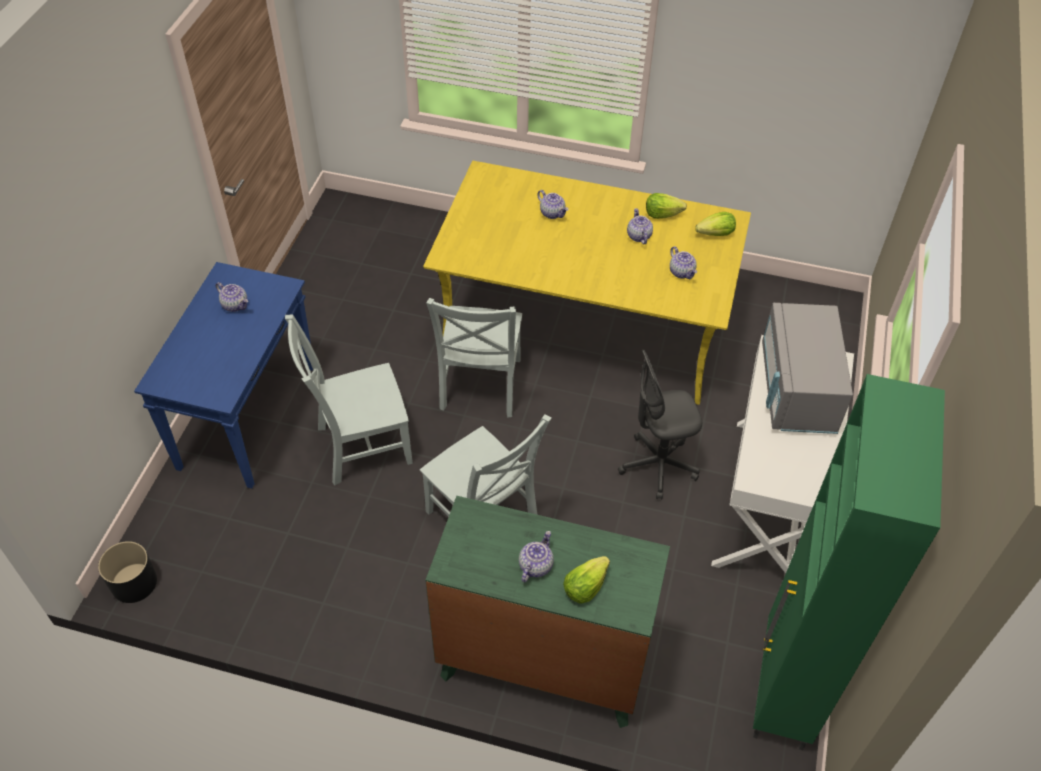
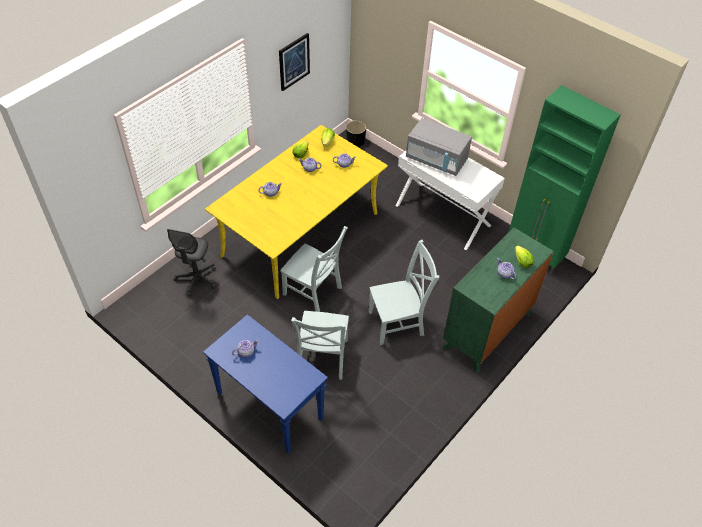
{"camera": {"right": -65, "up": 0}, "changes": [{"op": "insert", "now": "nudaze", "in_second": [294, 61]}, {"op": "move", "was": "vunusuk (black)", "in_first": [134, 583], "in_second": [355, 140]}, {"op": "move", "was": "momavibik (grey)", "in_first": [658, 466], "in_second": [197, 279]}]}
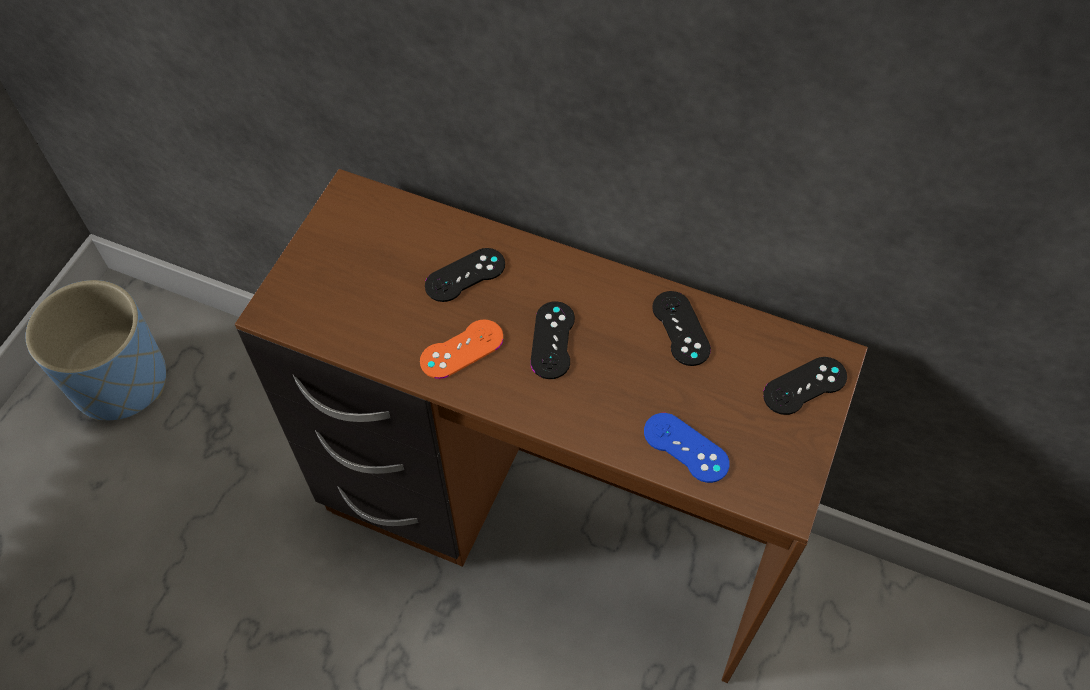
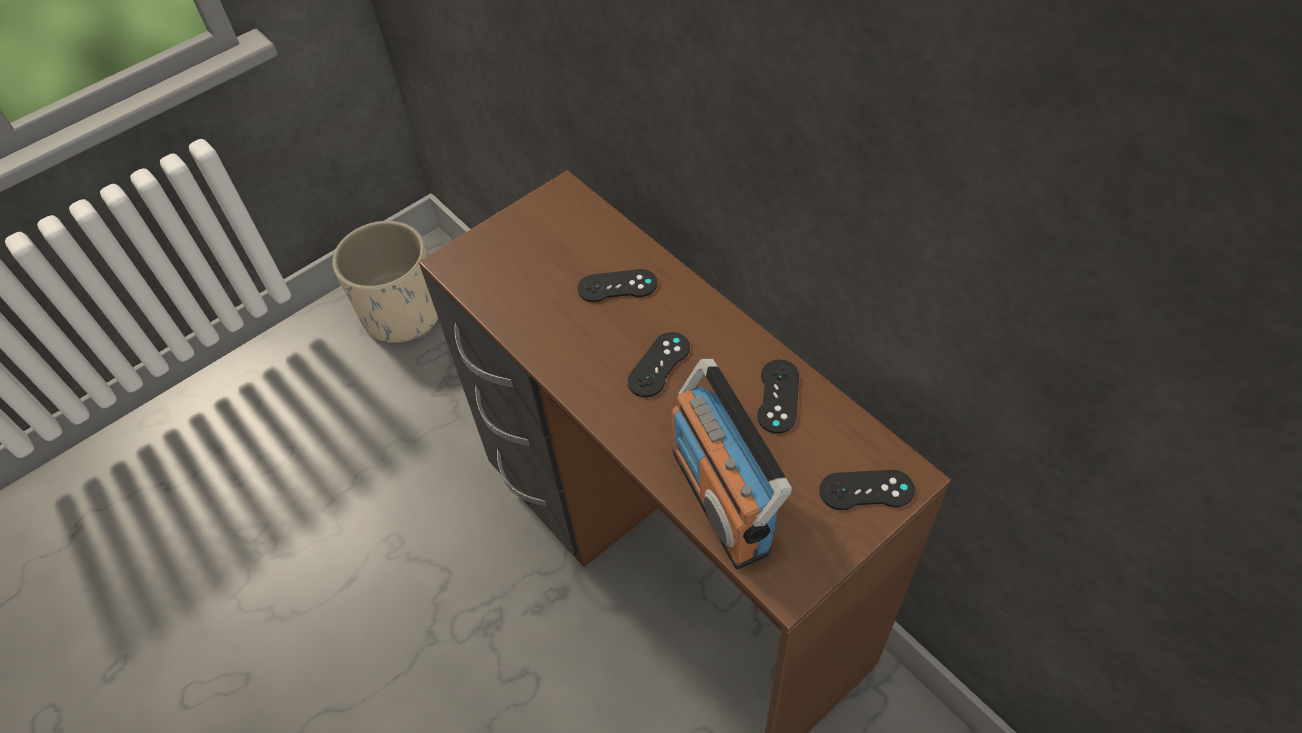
{"camera": {"right": 30, "up": -5}, "changes": [{"op": "delete", "was": "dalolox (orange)", "in_first": [462, 349]}, {"op": "replace", "was": "dalolox (blue)", "now": "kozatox", "in_first": [686, 448], "in_second": [722, 499]}, {"op": "recolor", "was": "vunusuk (blue)", "now": "vunusuk (beige)", "in_first": [120, 382], "in_second": [402, 314]}]}
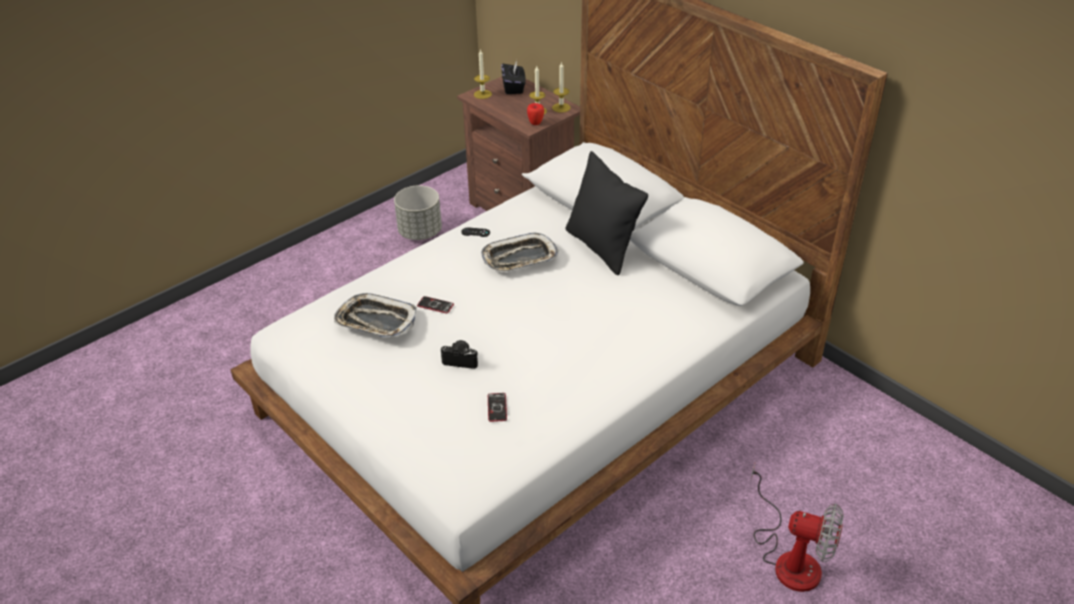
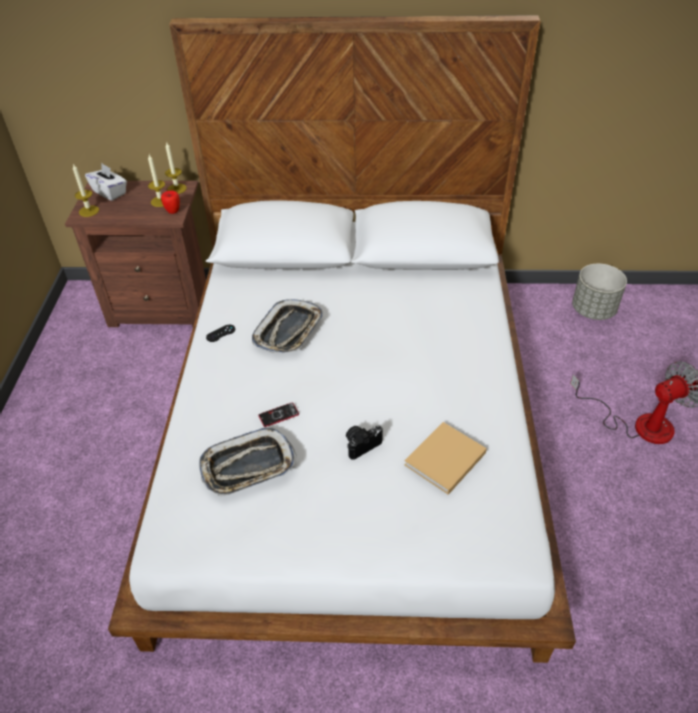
{"camera": {"right": -45, "up": 5}, "changes": [{"op": "delete", "was": "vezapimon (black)", "in_first": [602, 248]}, {"op": "move", "was": "vunusuk (grey)", "in_first": [420, 232], "in_second": [593, 310]}, {"op": "replace", "was": "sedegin", "now": "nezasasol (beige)", "in_first": [497, 407], "in_second": [443, 460]}, {"op": "recolor", "was": "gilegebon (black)", "now": "gilegebon (white)", "in_first": [513, 87], "in_second": [110, 192]}]}
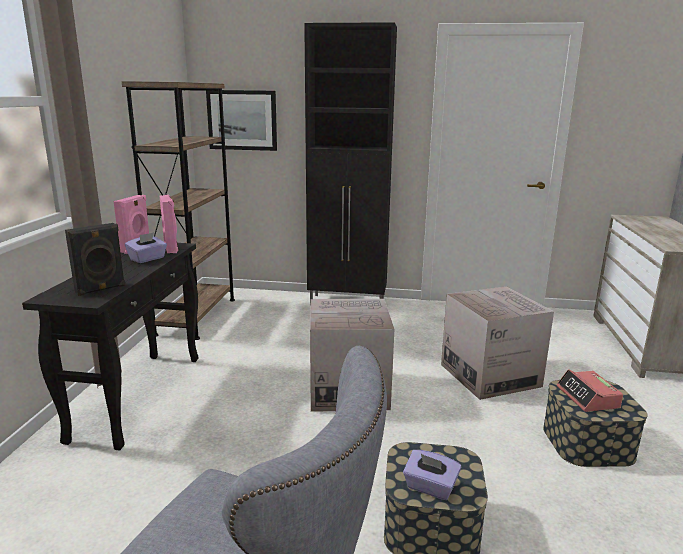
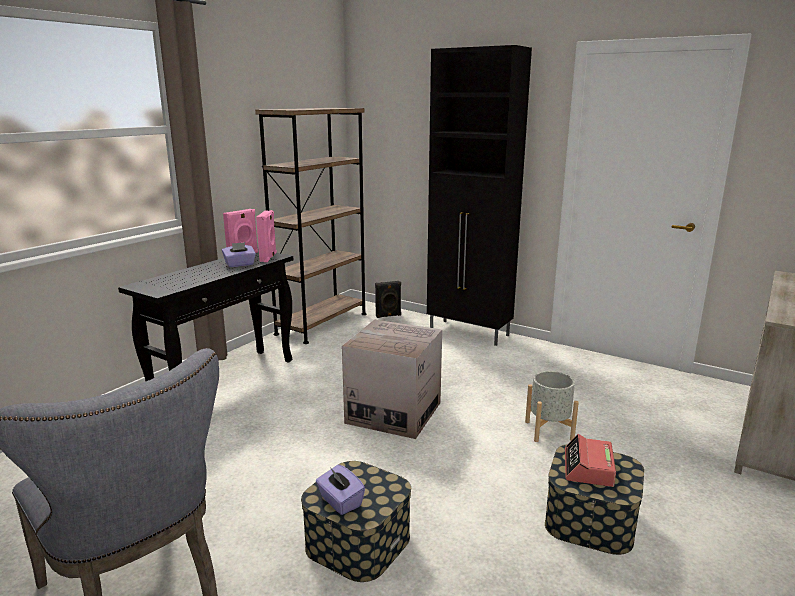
{"camera": {"right": 25, "up": 0}, "changes": [{"op": "delete", "was": "nudaze", "in_first": [242, 120]}, {"op": "move", "was": "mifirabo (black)", "in_first": [101, 289], "in_second": [388, 316]}, {"op": "replace", "was": "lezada", "now": "vunusuk (grey)", "in_first": [490, 375], "in_second": [549, 430]}]}
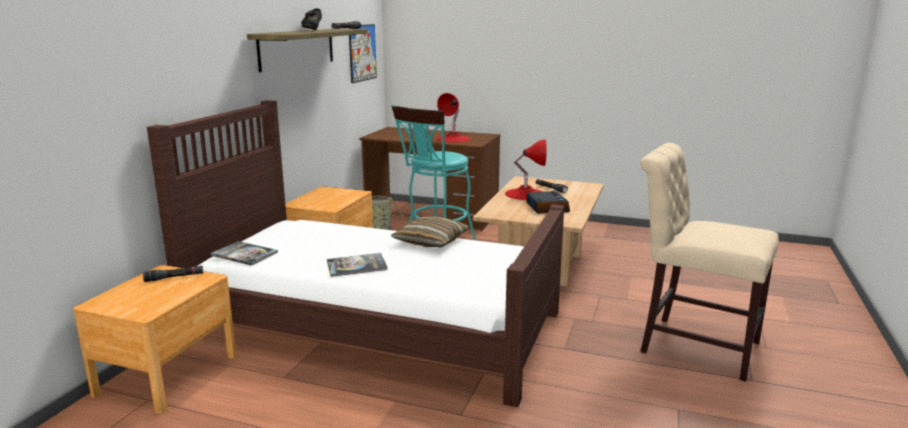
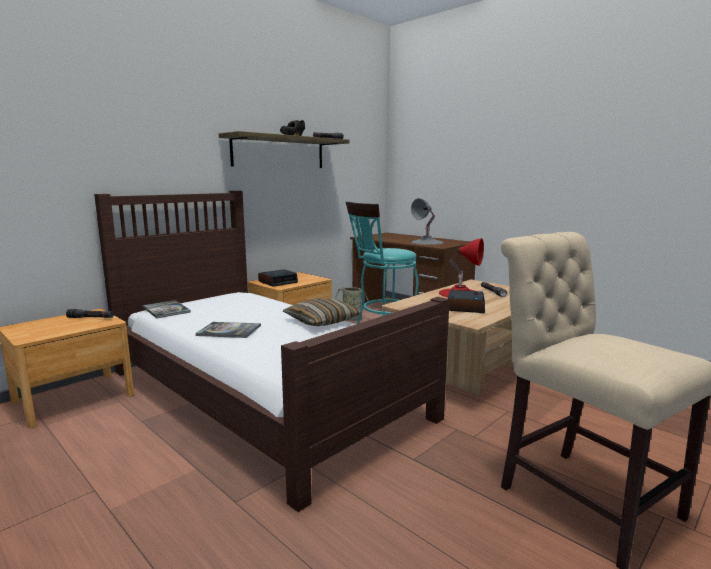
{"camera": {"right": 25, "up": -5}, "changes": [{"op": "delete", "was": "nudaze", "in_first": [362, 53]}, {"op": "insert", "now": "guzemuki", "in_second": [278, 282]}, {"op": "recolor", "was": "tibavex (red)", "now": "tibavex (grey)", "in_first": [453, 139], "in_second": [427, 242]}]}
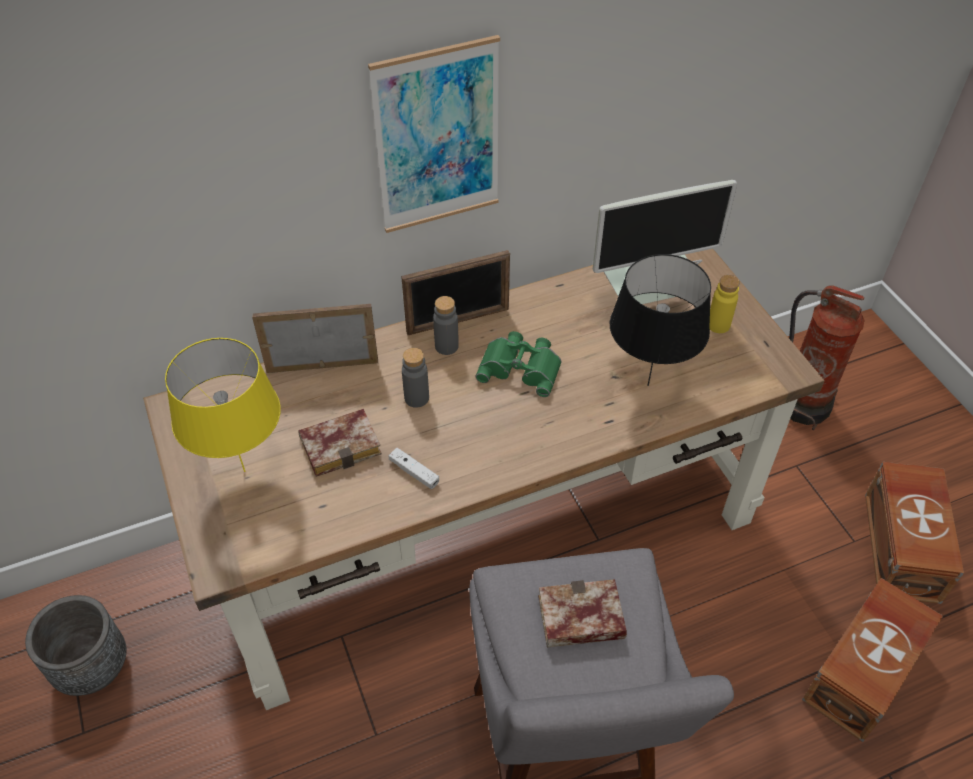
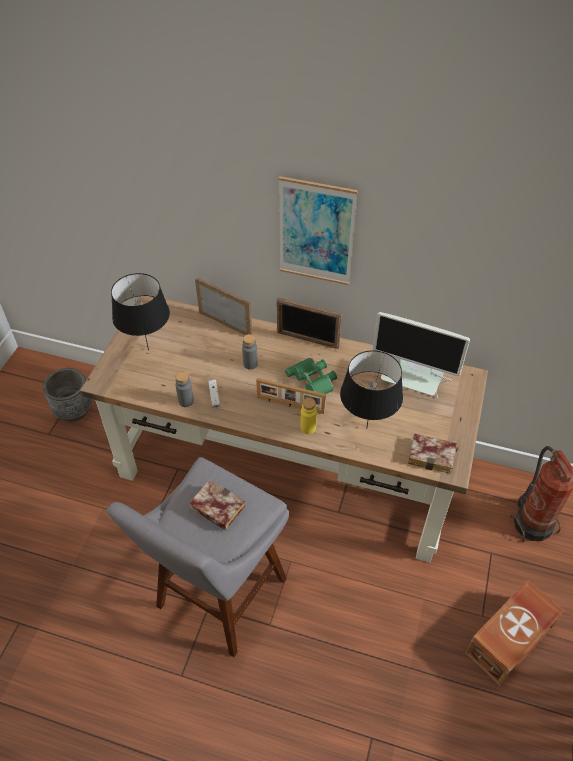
{"camera": {"right": 40, "up": 0}, "changes": [{"op": "delete", "was": "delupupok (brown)", "in_first": [865, 672]}, {"op": "insert", "now": "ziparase", "in_second": [290, 405]}, {"op": "move", "was": "nezasasol", "in_first": [343, 444], "in_second": [433, 455]}, {"op": "move", "was": "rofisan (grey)", "in_first": [446, 346], "in_second": [186, 401]}, {"op": "move", "was": "rofisan (yellow)", "in_first": [718, 325], "in_second": [308, 428]}, {"op": "recolor", "was": "tibavex (yellow)", "now": "tibavex (black)", "in_first": [243, 471], "in_second": [147, 350]}]}
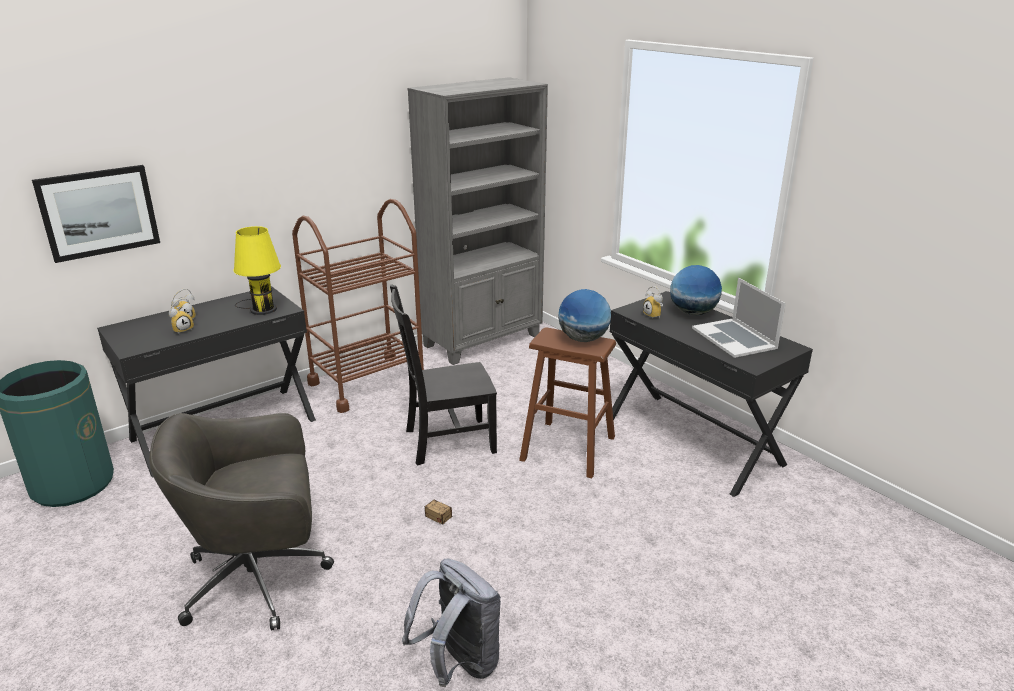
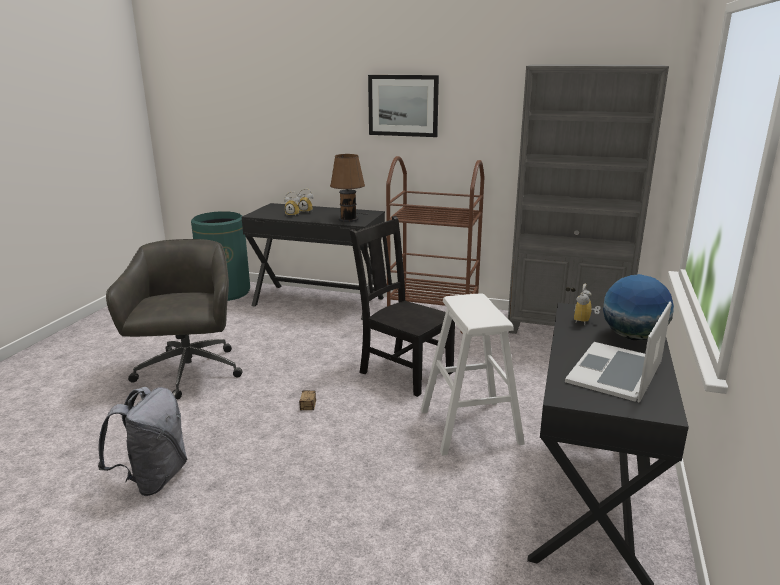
{"camera": {"right": 55, "up": -5}, "changes": [{"op": "delete", "was": "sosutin", "in_first": [583, 339]}, {"op": "move", "was": "nudaze", "in_first": [99, 212], "in_second": [403, 105]}, {"op": "recolor", "was": "tibavex (yellow)", "now": "tibavex (brown)", "in_first": [261, 308], "in_second": [349, 218]}, {"op": "recolor", "was": "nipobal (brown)", "now": "nipobal (white)", "in_first": [567, 448], "in_second": [470, 426]}, {"op": "rotate", "was": "momavibik (grey)", "in_first": [259, 579], "in_second": [188, 373], "clockwise": 45}]}
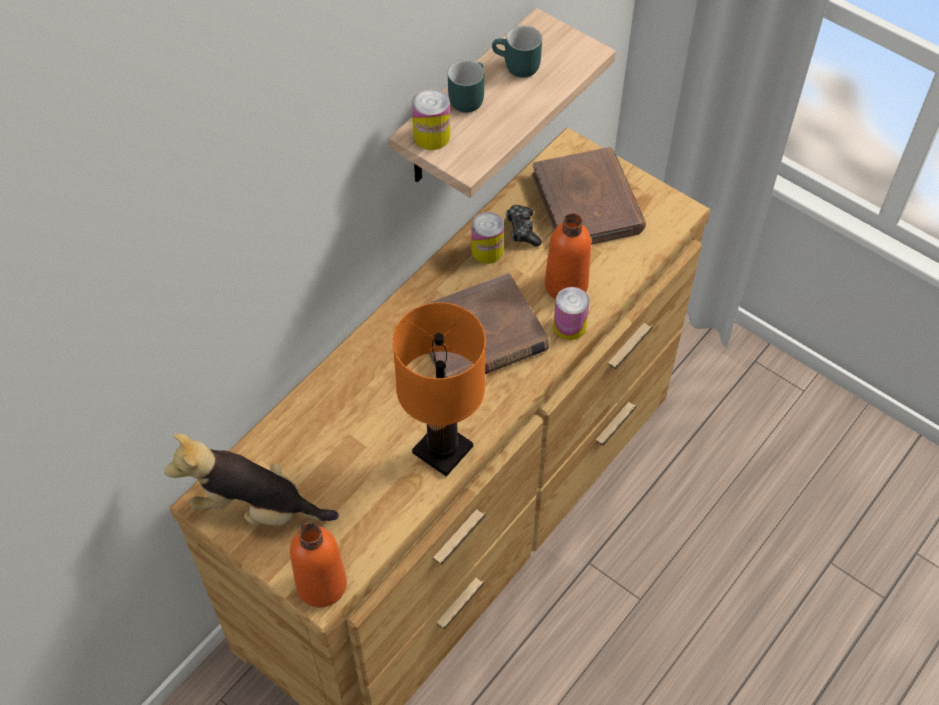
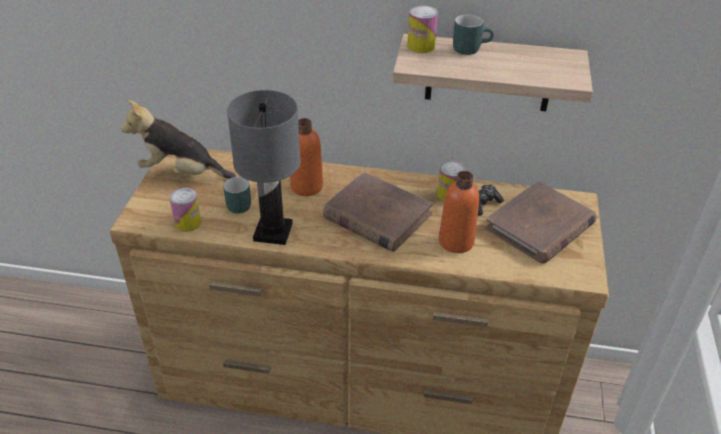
{"camera": {"right": 60, "up": -15}, "changes": [{"op": "move", "was": "rofisan (orange)", "in_first": [321, 584], "in_second": [306, 186]}, {"op": "move", "was": "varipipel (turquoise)", "in_first": [516, 67], "in_second": [237, 204]}, {"op": "move", "was": "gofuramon", "in_first": [569, 326], "in_second": [188, 222]}, {"op": "recolor", "was": "tibavex (orange)", "now": "tibavex (grey)", "in_first": [443, 449], "in_second": [273, 232]}, {"op": "rotate", "was": "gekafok", "in_first": [255, 507], "in_second": [181, 173], "clockwise": -60}]}
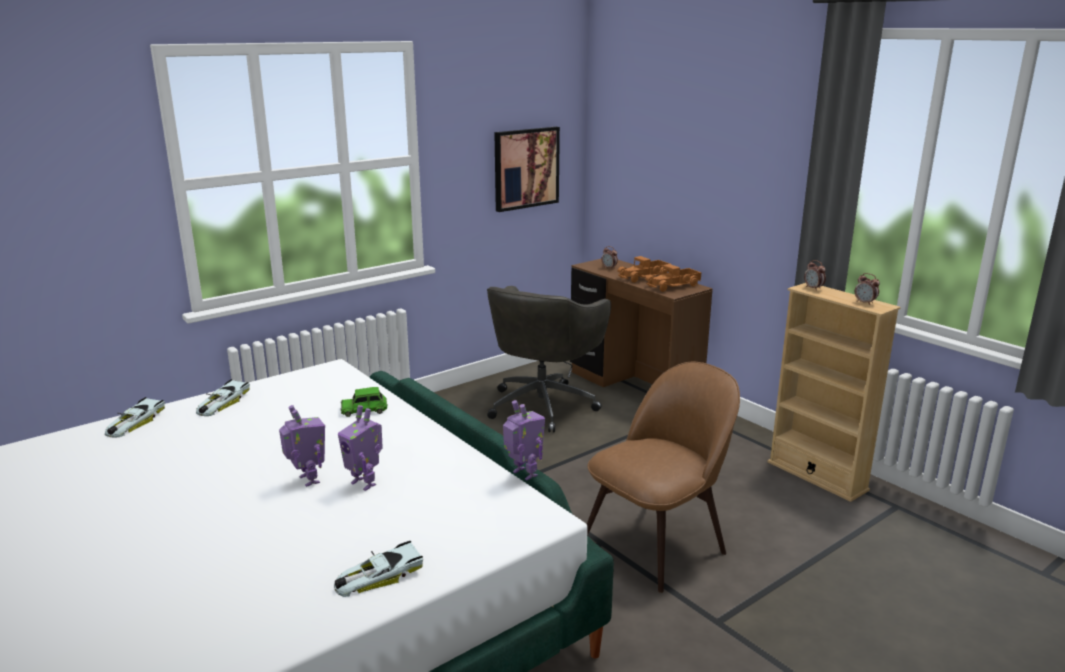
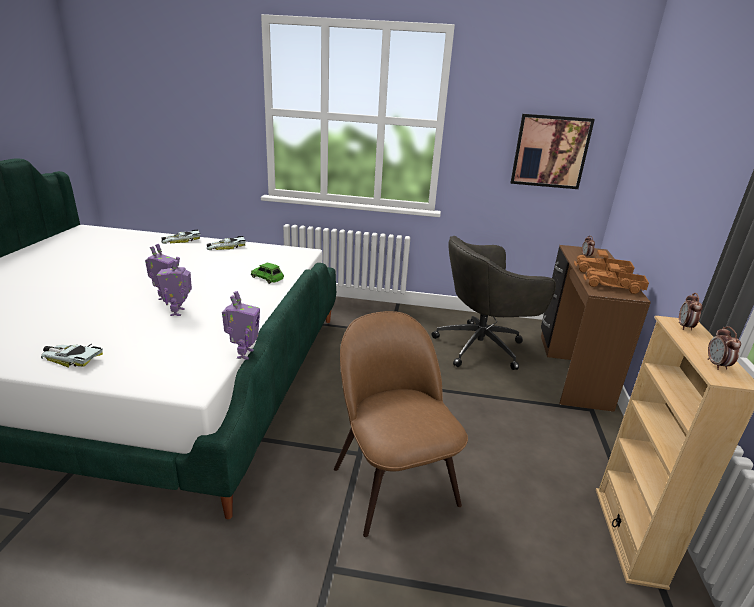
{"camera": {"right": 45, "up": 5}, "changes": [{"op": "rotate", "was": "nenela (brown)", "in_first": [657, 543], "in_second": [393, 481], "clockwise": -120}]}
